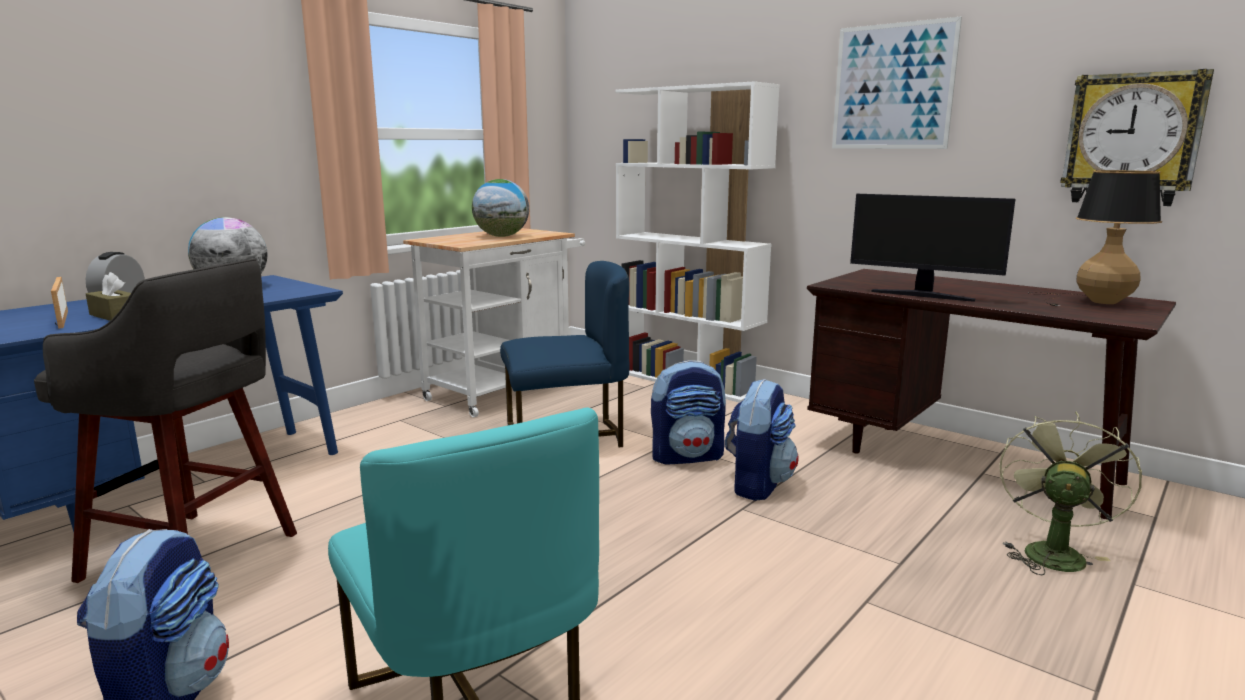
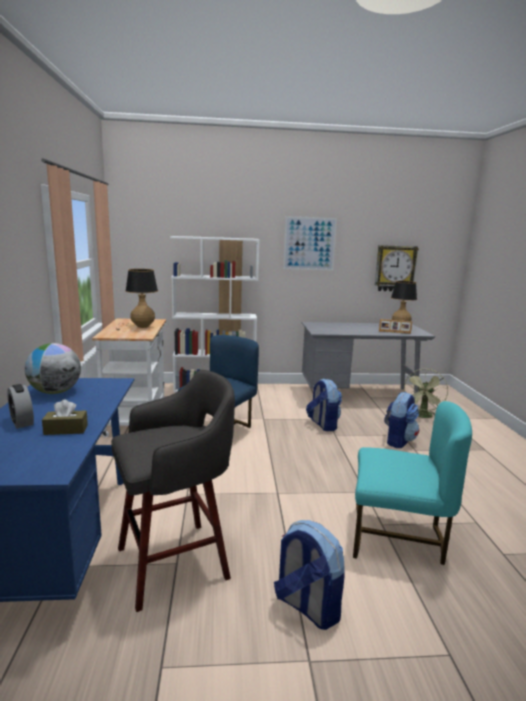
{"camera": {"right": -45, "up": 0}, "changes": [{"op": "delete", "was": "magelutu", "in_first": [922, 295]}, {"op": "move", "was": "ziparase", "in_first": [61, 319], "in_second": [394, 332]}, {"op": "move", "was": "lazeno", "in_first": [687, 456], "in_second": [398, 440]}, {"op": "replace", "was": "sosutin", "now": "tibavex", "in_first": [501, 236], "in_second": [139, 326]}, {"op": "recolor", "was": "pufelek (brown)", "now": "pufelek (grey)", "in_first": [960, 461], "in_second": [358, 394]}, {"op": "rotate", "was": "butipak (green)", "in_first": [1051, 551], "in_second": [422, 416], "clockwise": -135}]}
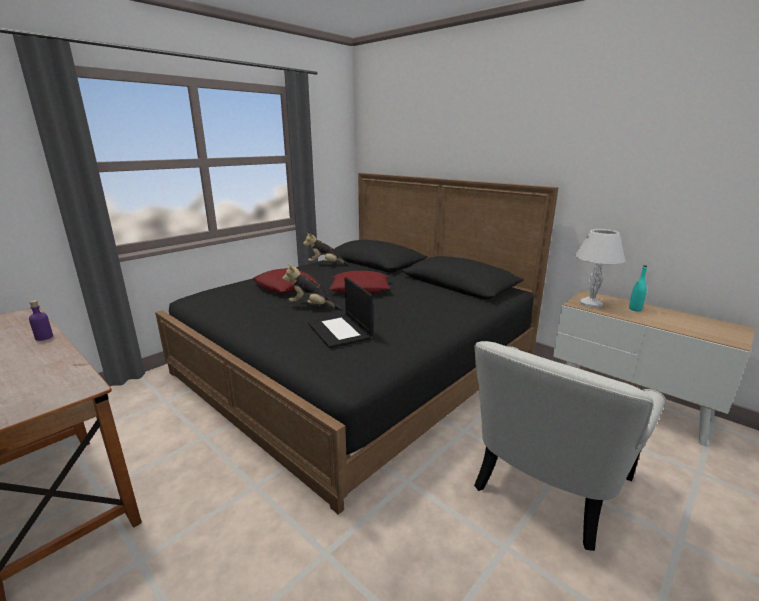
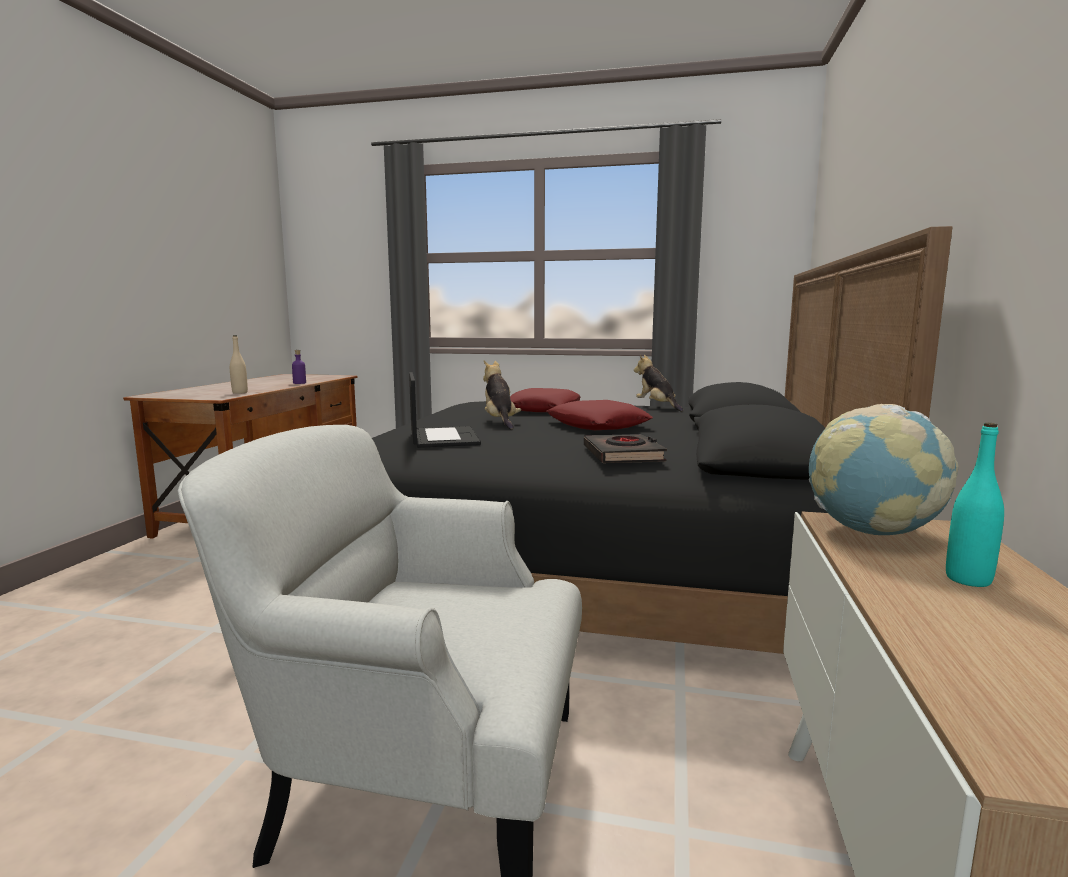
{"camera": {"right": 60, "up": -10}, "changes": [{"op": "insert", "now": "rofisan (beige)", "in_second": [240, 392]}, {"op": "insert", "now": "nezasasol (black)", "in_second": [623, 455]}, {"op": "replace", "was": "tibavex (white)", "now": "sosutin", "in_first": [590, 304], "in_second": [871, 532]}, {"op": "rotate", "was": "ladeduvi", "in_first": [340, 331], "in_second": [442, 437], "clockwise": 135}]}
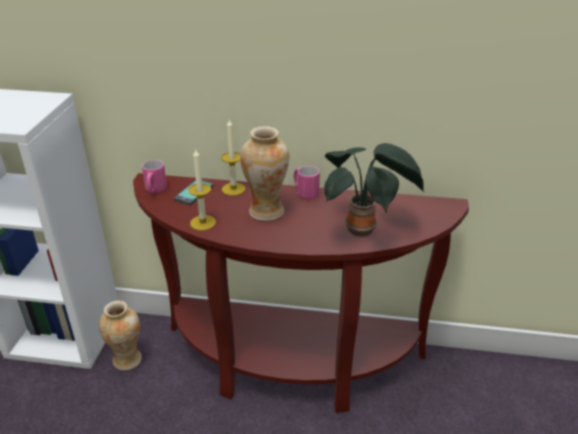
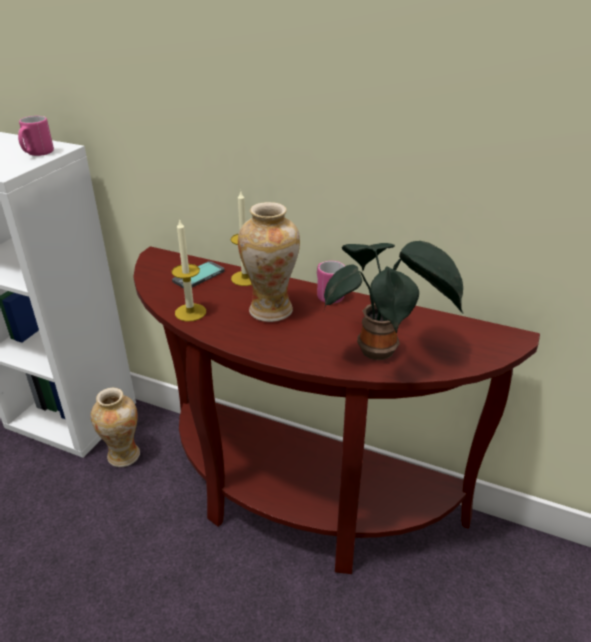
{"camera": {"right": 15, "up": 0}, "changes": [{"op": "move", "was": "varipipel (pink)", "in_first": [155, 191], "in_second": [37, 154]}]}
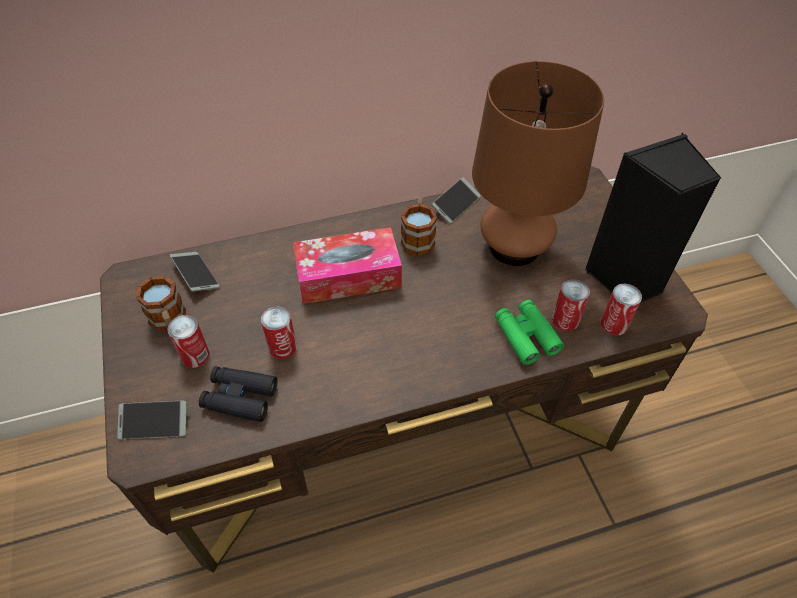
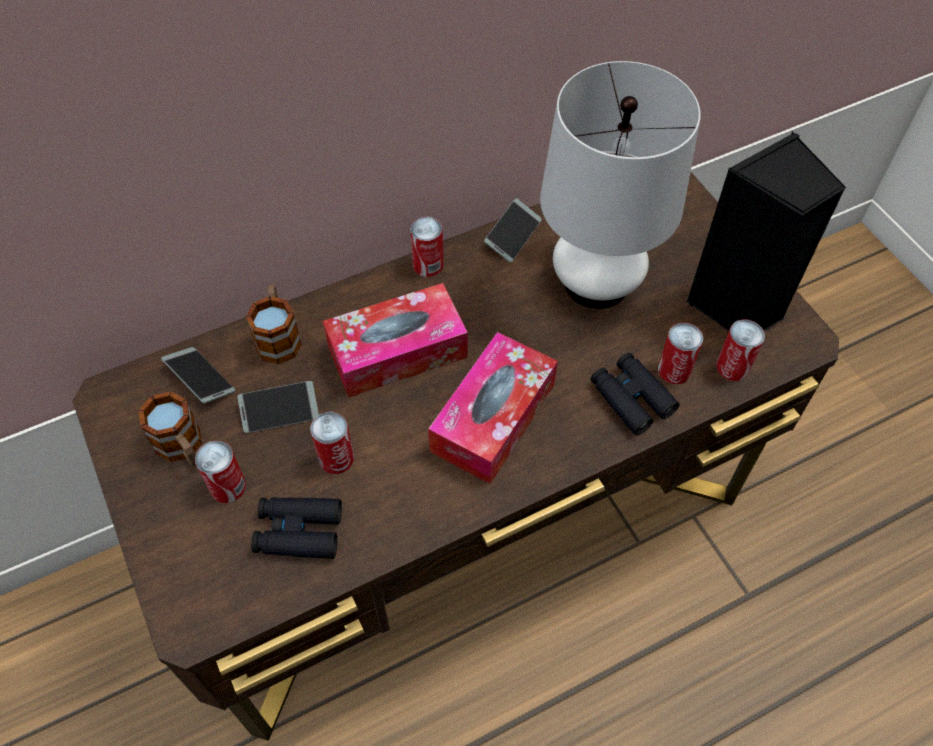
{"camera": {"right": -10, "up": 5}, "changes": [{"op": "insert", "now": "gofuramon", "in_second": [428, 265]}, {"op": "insert", "now": "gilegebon", "in_second": [493, 417]}, {"op": "move", "was": "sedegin", "in_first": [154, 423], "in_second": [280, 411]}, {"op": "move", "was": "varipipel", "in_first": [418, 238], "in_second": [278, 336]}, {"op": "recolor", "was": "tibavex (brown)", "now": "tibavex (white)", "in_first": [514, 247], "in_second": [596, 283]}, {"op": "recolor", "was": "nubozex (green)", "now": "nubozex (black)", "in_first": [526, 336], "in_second": [631, 398]}]}
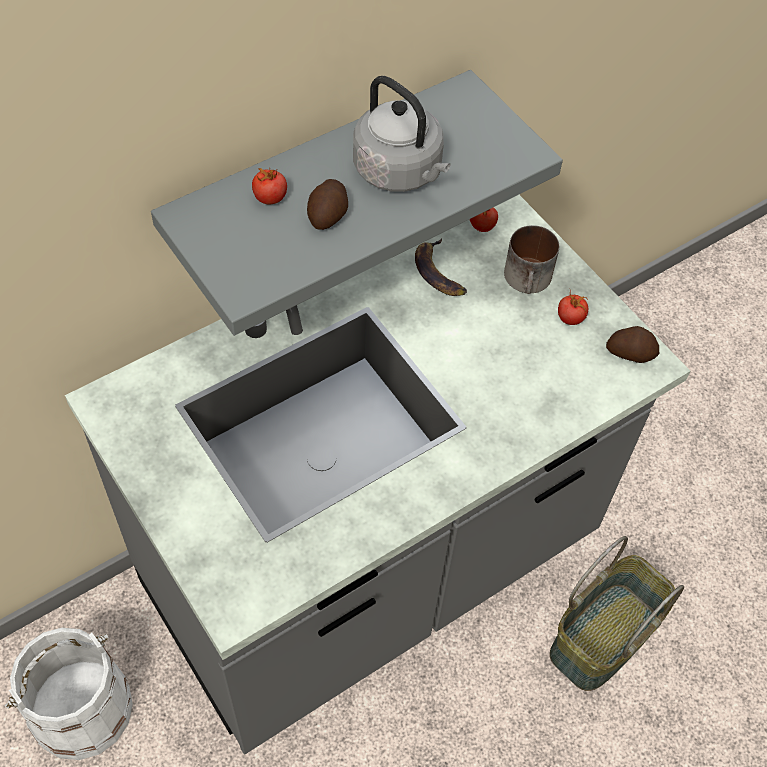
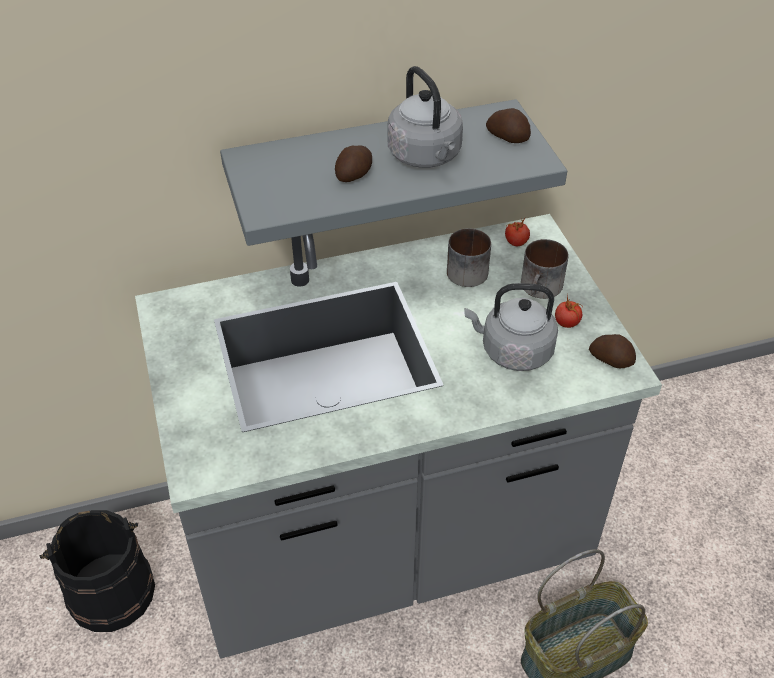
{"camera": {"right": 20, "up": -10}, "changes": [{"op": "delete", "was": "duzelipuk", "in_first": [270, 198]}, {"op": "insert", "now": "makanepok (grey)", "in_second": [512, 351]}, {"op": "insert", "now": "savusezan", "in_second": [508, 137]}, {"op": "replace", "was": "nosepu", "now": "varipipel", "in_first": [439, 272], "in_second": [466, 269]}, {"op": "recolor", "was": "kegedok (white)", "now": "kegedok (black)", "in_first": [81, 709], "in_second": [111, 593]}]}
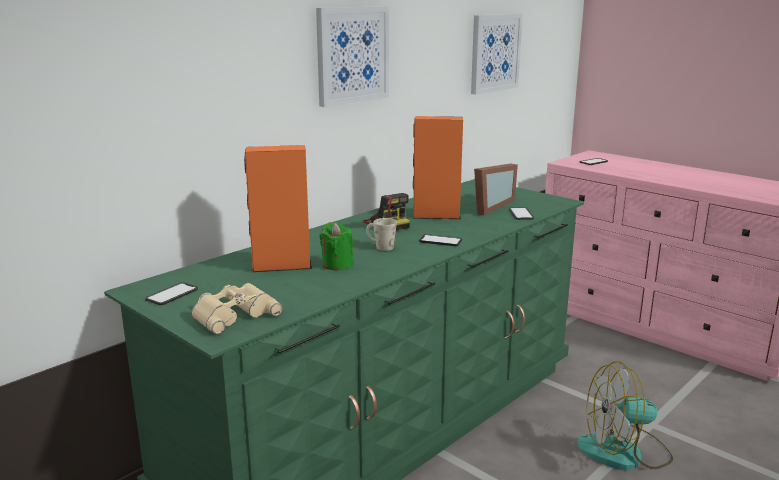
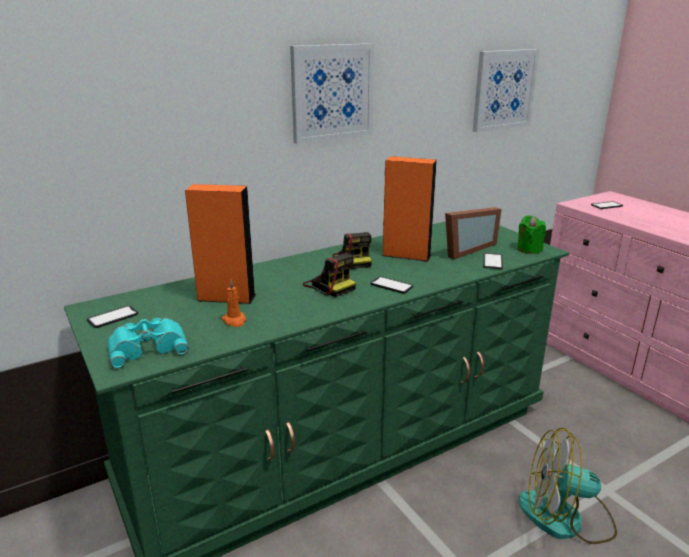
{"camera": {"right": 15, "up": 5}, "changes": [{"op": "insert", "now": "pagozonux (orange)", "in_second": [234, 321]}, {"op": "move", "was": "pagozonux (green)", "in_first": [337, 264], "in_second": [529, 249]}, {"op": "replace", "was": "varipipel (white)", "now": "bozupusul", "in_first": [380, 246], "in_second": [329, 285]}, {"op": "recolor", "was": "nubozex (beige)", "now": "nubozex (turquoise)", "in_first": [234, 314], "in_second": [148, 346]}]}
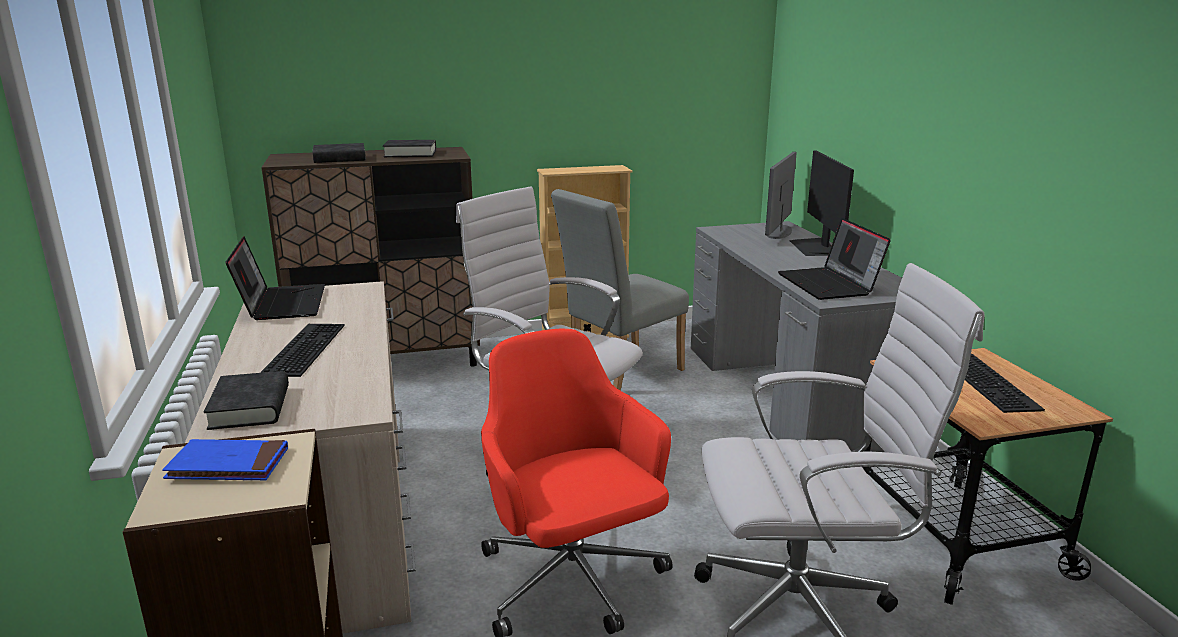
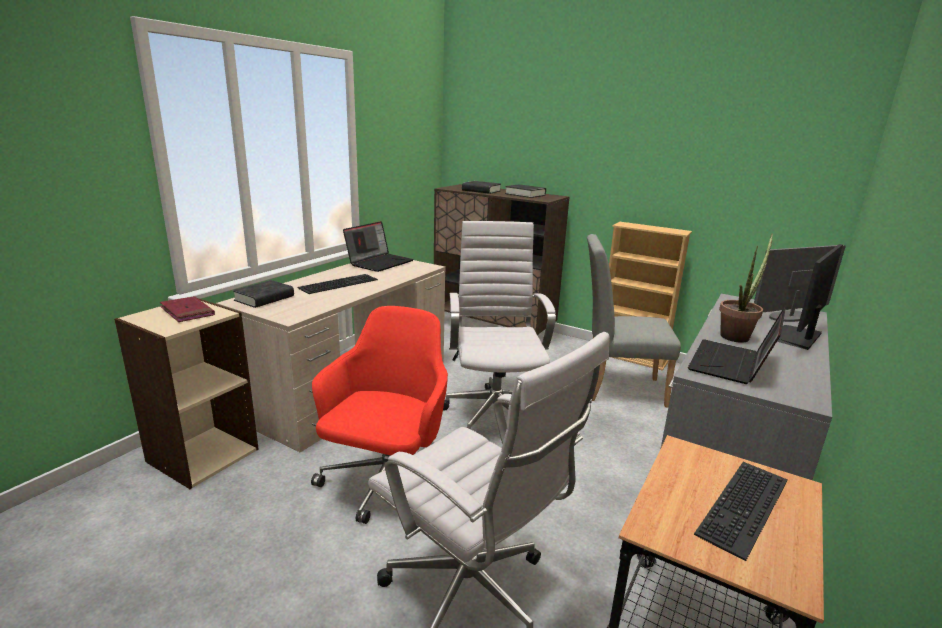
{"camera": {"right": 45, "up": 0}, "changes": [{"op": "insert", "now": "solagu", "in_second": [737, 335]}, {"op": "recolor", "was": "nezasasol (blue)", "now": "nezasasol (red)", "in_first": [228, 465], "in_second": [187, 312]}]}
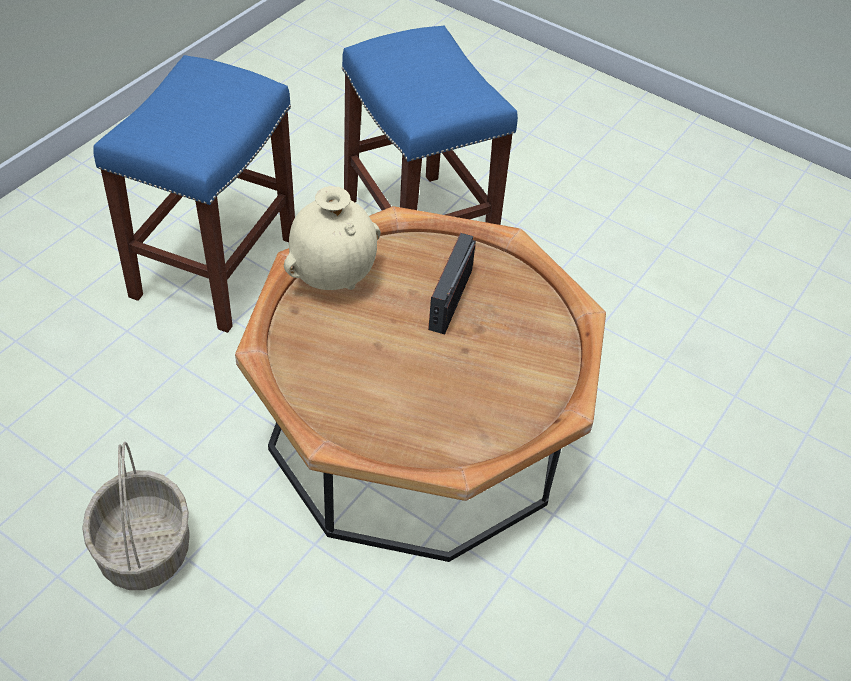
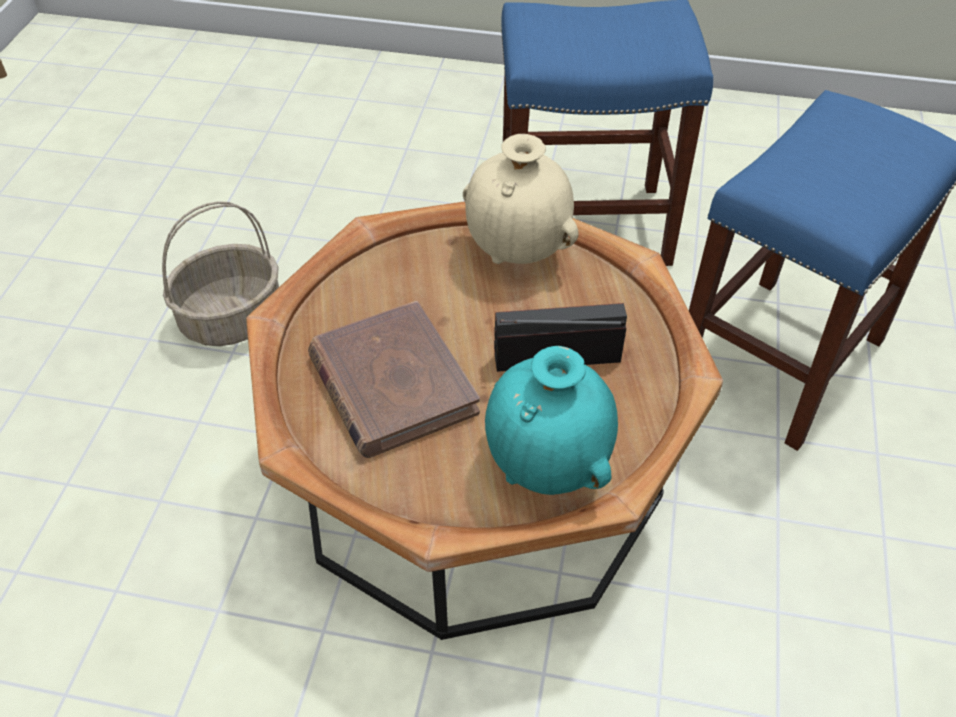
{"camera": {"right": 70, "up": 0}, "changes": [{"op": "insert", "now": "nezasasol (brown)", "in_second": [391, 384]}, {"op": "insert", "now": "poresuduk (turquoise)", "in_second": [548, 467]}]}
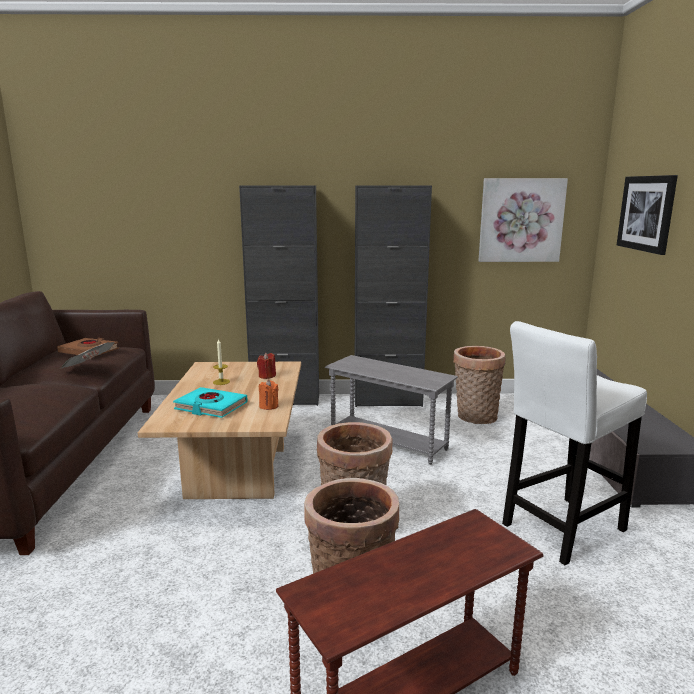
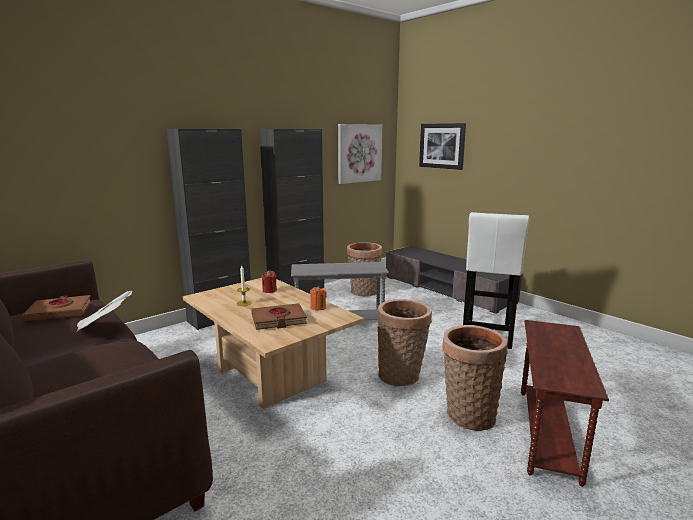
{"camera": {"right": -40, "up": 0}, "changes": [{"op": "recolor", "was": "nezasasol (turquoise)", "now": "nezasasol (brown)", "in_first": [211, 407], "in_second": [278, 320]}]}
